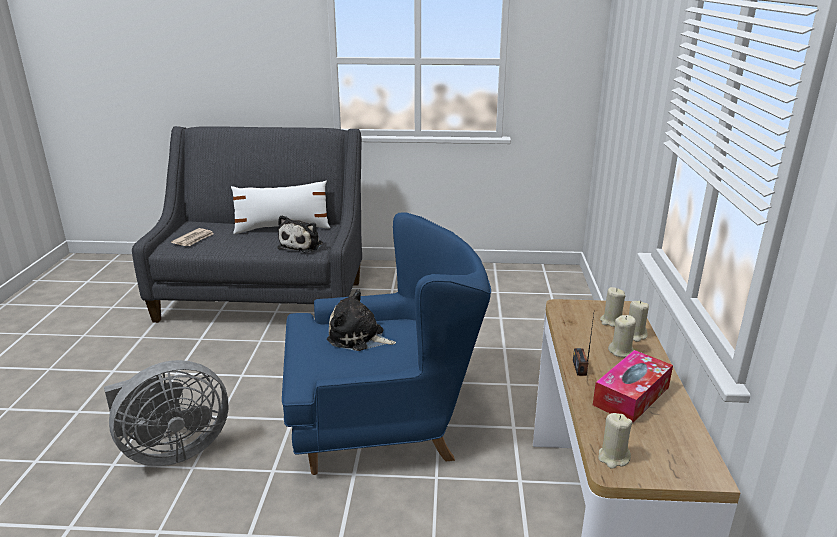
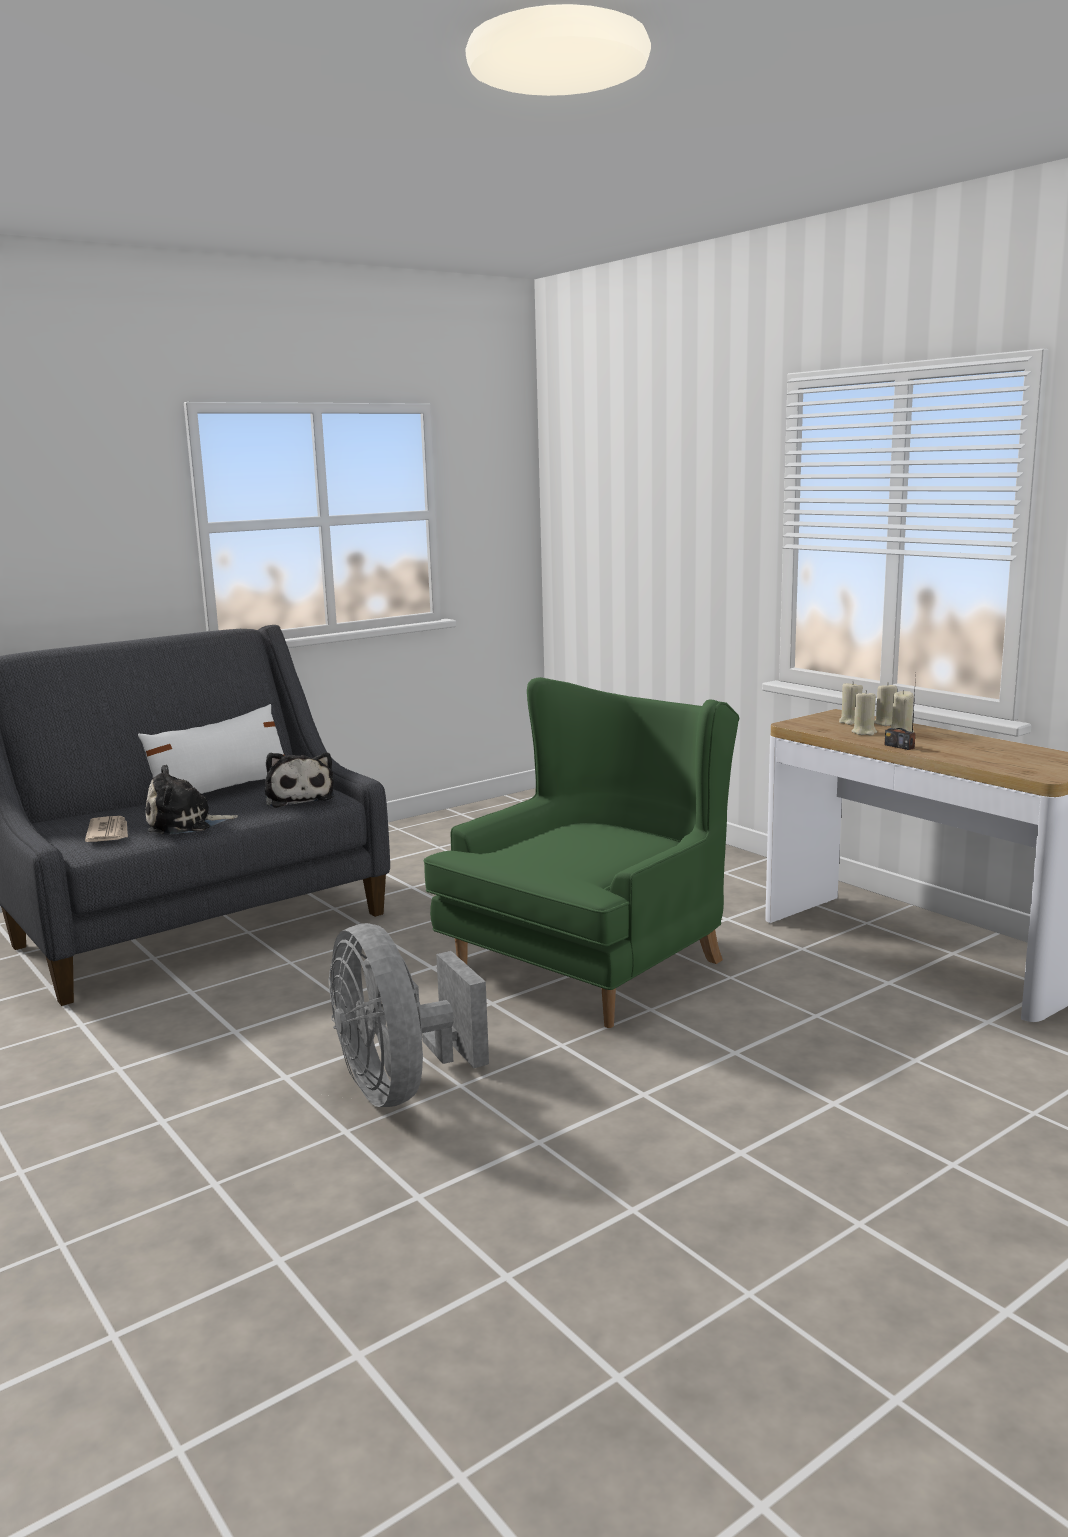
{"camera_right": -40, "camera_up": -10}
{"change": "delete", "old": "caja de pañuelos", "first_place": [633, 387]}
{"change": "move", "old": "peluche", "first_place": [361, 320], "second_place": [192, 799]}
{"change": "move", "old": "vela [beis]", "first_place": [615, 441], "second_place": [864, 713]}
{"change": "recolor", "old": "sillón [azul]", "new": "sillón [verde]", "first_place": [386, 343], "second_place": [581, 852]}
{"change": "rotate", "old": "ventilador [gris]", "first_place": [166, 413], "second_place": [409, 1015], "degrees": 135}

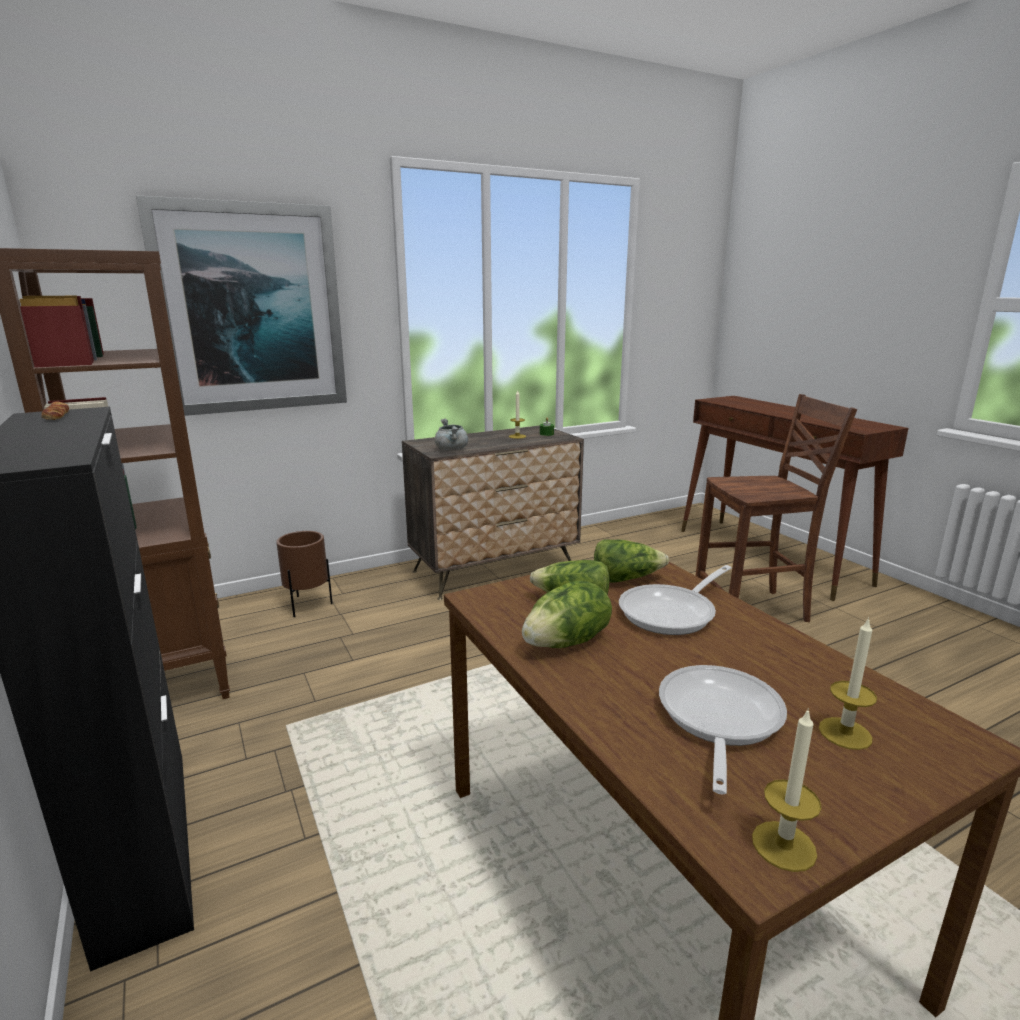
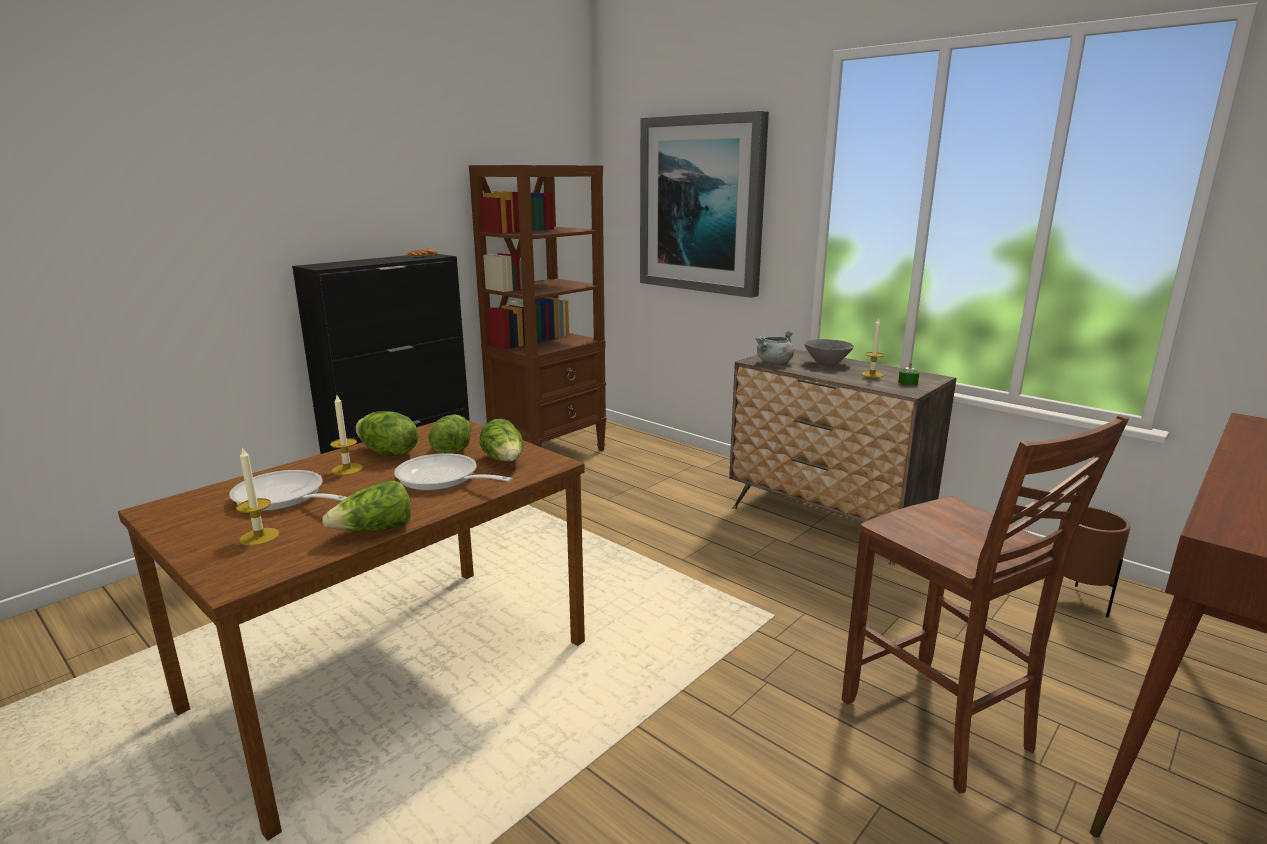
{"camera_right": 70, "camera_up": 0}
{"change": "insert", "new": "lechuga", "second_place": [366, 506]}
{"change": "insert", "new": "cuenco [gris]", "second_place": [829, 352]}
{"change": "move", "old": "maceta [marrón]", "first_place": [304, 574], "second_place": [1095, 562]}
{"change": "move", "old": "vela", "first_place": [787, 790], "second_place": [346, 435]}
{"change": "rotate", "old": "sartén", "first_place": [723, 729], "second_place": [288, 490], "degrees": -150}

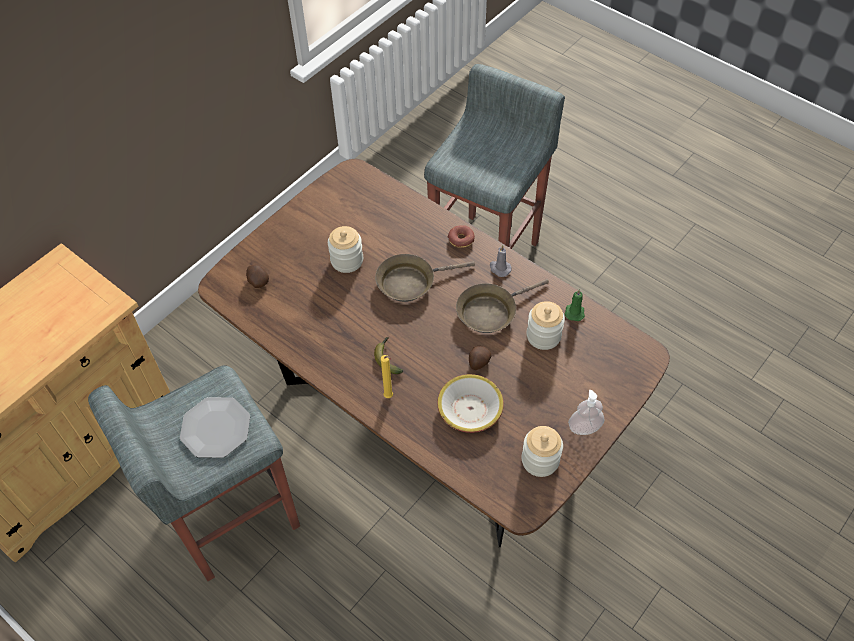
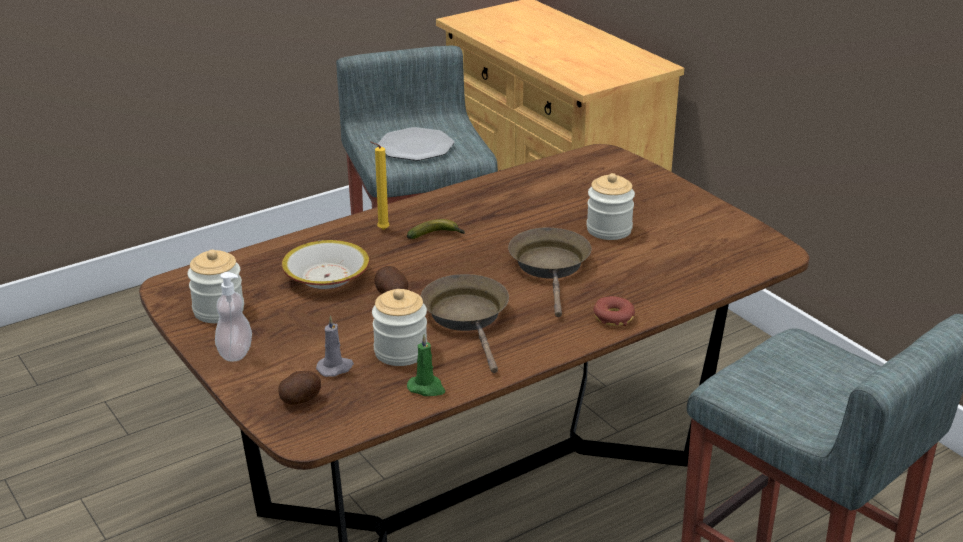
{"camera_right": 105, "camera_up": -25}
{"change": "move", "old": "patata", "first_place": [257, 276], "second_place": [299, 387]}
{"change": "move", "old": "vela [gris]", "first_place": [501, 261], "second_place": [335, 346]}

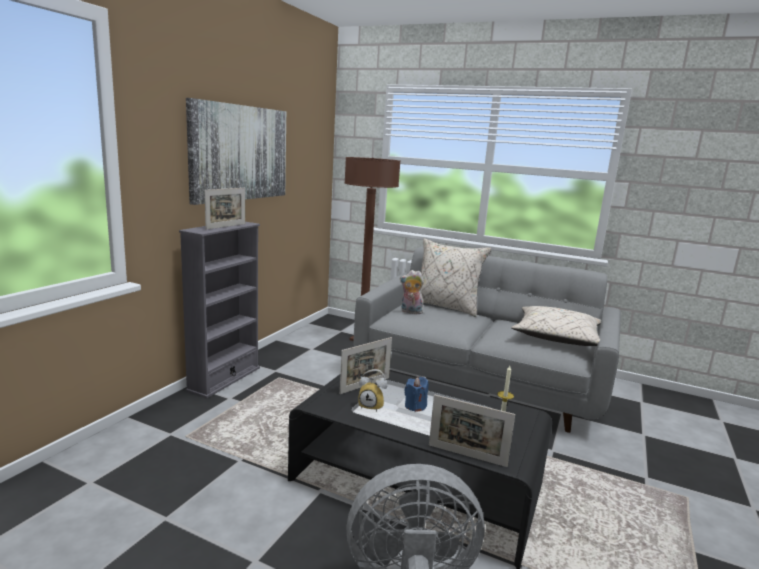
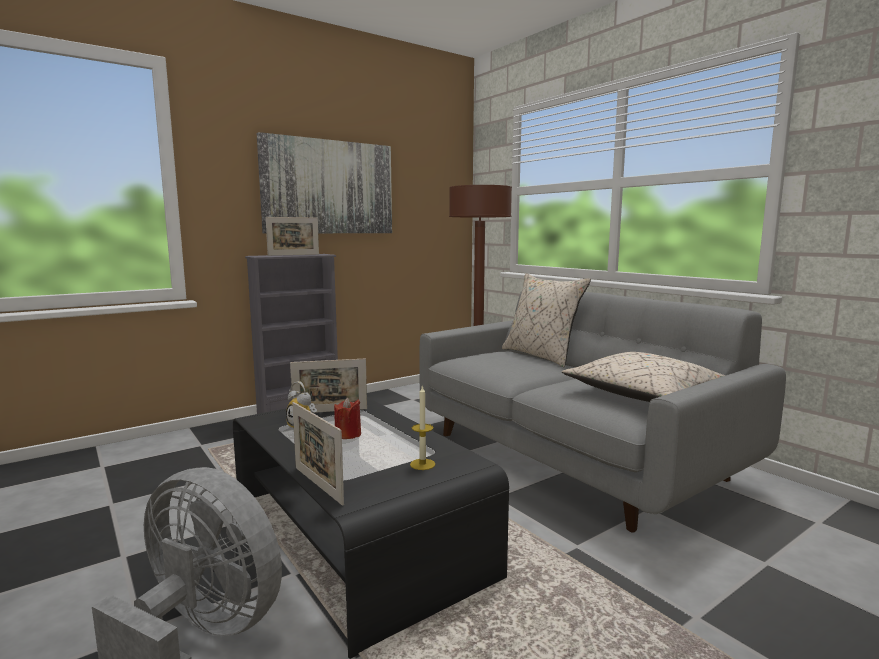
{"camera_right": 30, "camera_up": -5}
{"change": "delete", "old": "peluche", "first_place": [412, 292]}
{"change": "recolor", "old": "vela [azul]", "new": "vela [rojo]", "first_place": [416, 394], "second_place": [347, 418]}

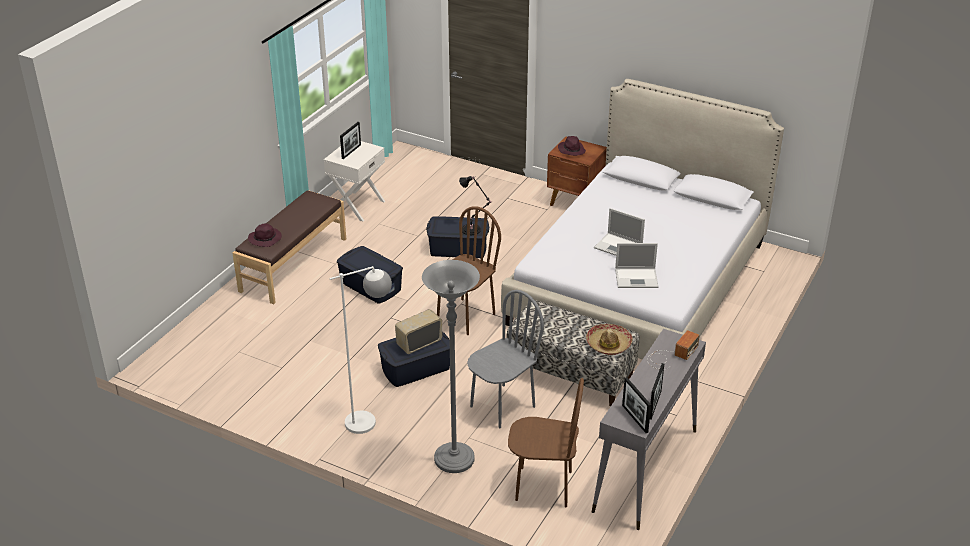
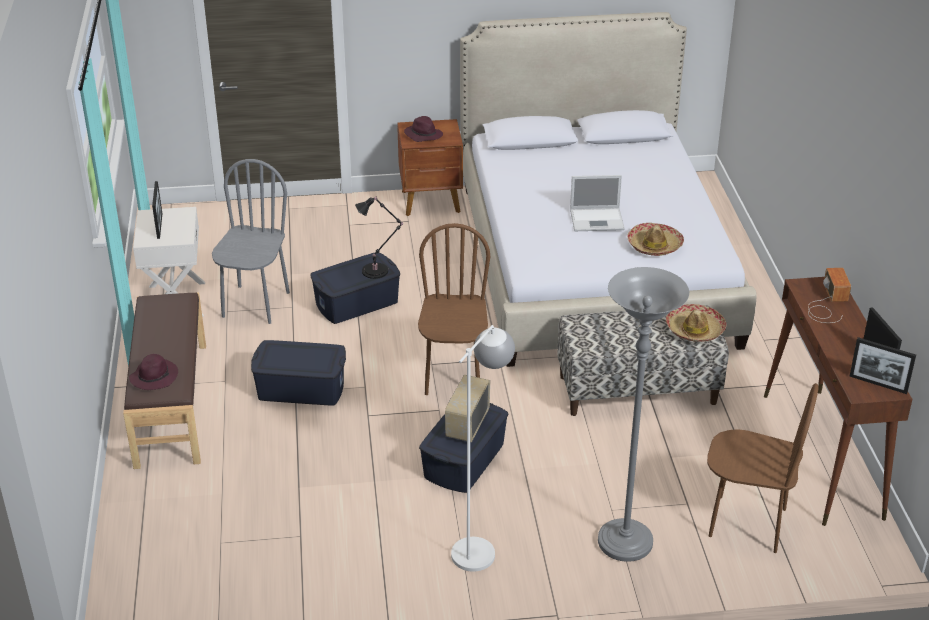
{"camera_right": -35, "camera_up": 0}
{"change": "move", "old": "silla [gris]", "first_place": [505, 359], "second_place": [251, 241]}
{"change": "replace", "old": "portátil", "new": "sombrero", "first_place": [636, 265], "second_place": [655, 239]}
{"change": "recolor", "old": "mesa consola [gris]", "new": "mesa consola [marrón]", "first_place": [649, 429], "second_place": [838, 401]}
{"change": "rotate", "old": "silla [marrón]", "first_place": [546, 442], "second_place": [763, 468], "degrees": 45}

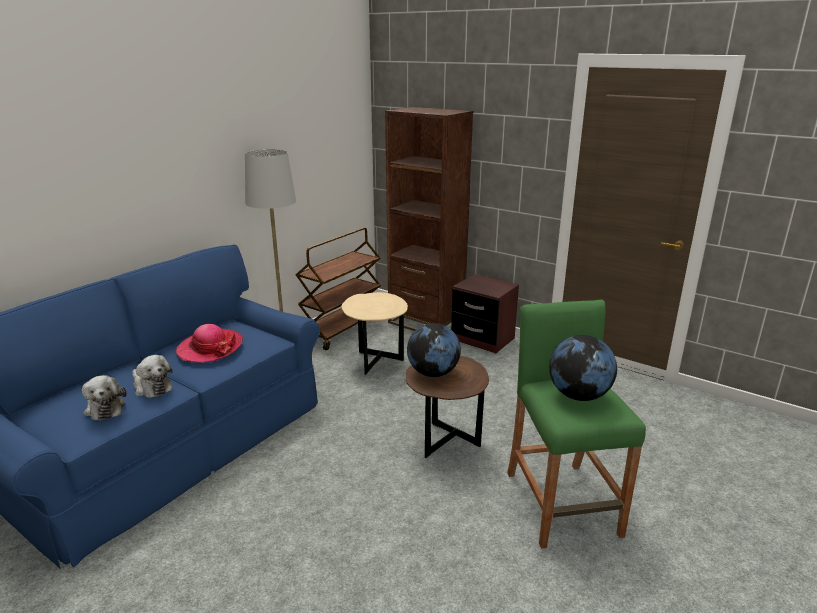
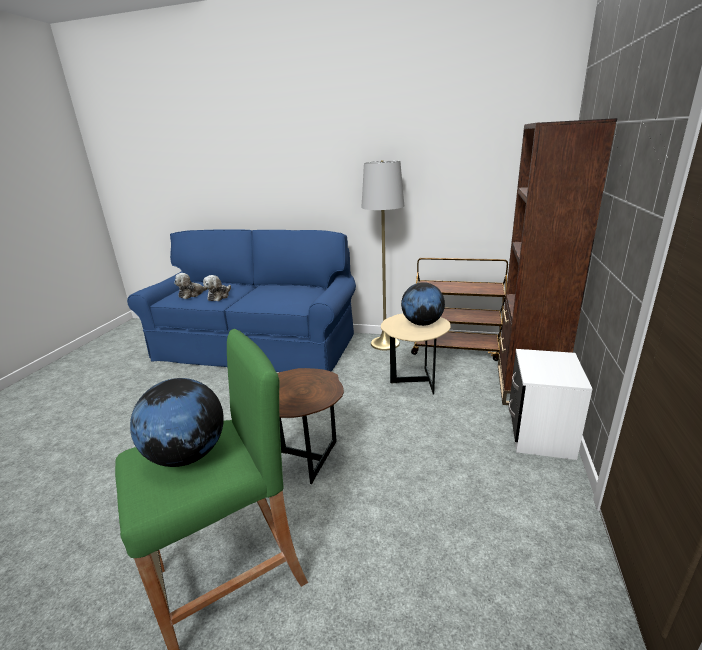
{"camera_right": 70, "camera_up": 0}
{"change": "delete", "old": "sombrero", "first_place": [209, 343]}
{"change": "move", "old": "globo terráqueo", "first_place": [434, 350], "second_place": [423, 304]}
{"change": "recolor", "old": "mesita de noche [marrón]", "new": "mesita de noche [blanco]", "first_place": [485, 313], "second_place": [550, 404]}

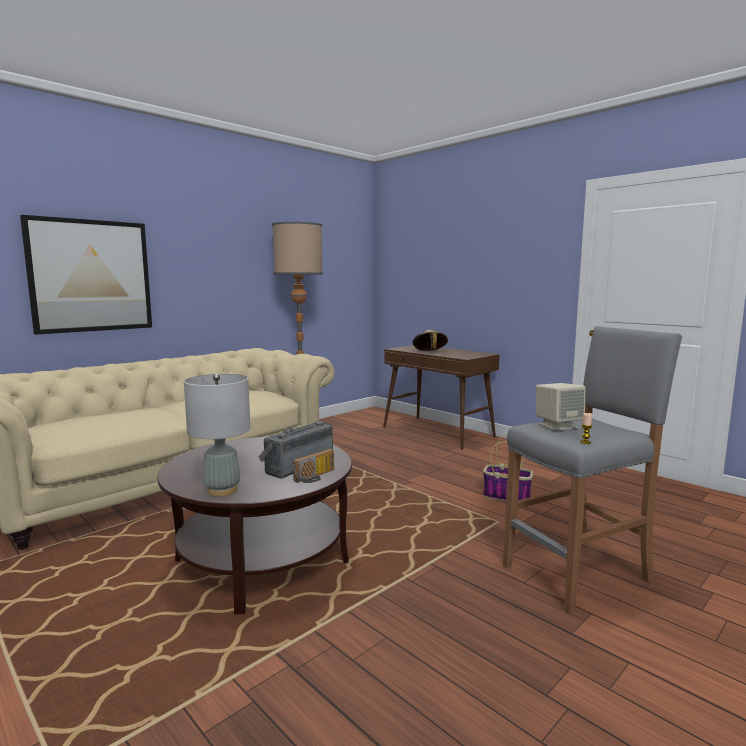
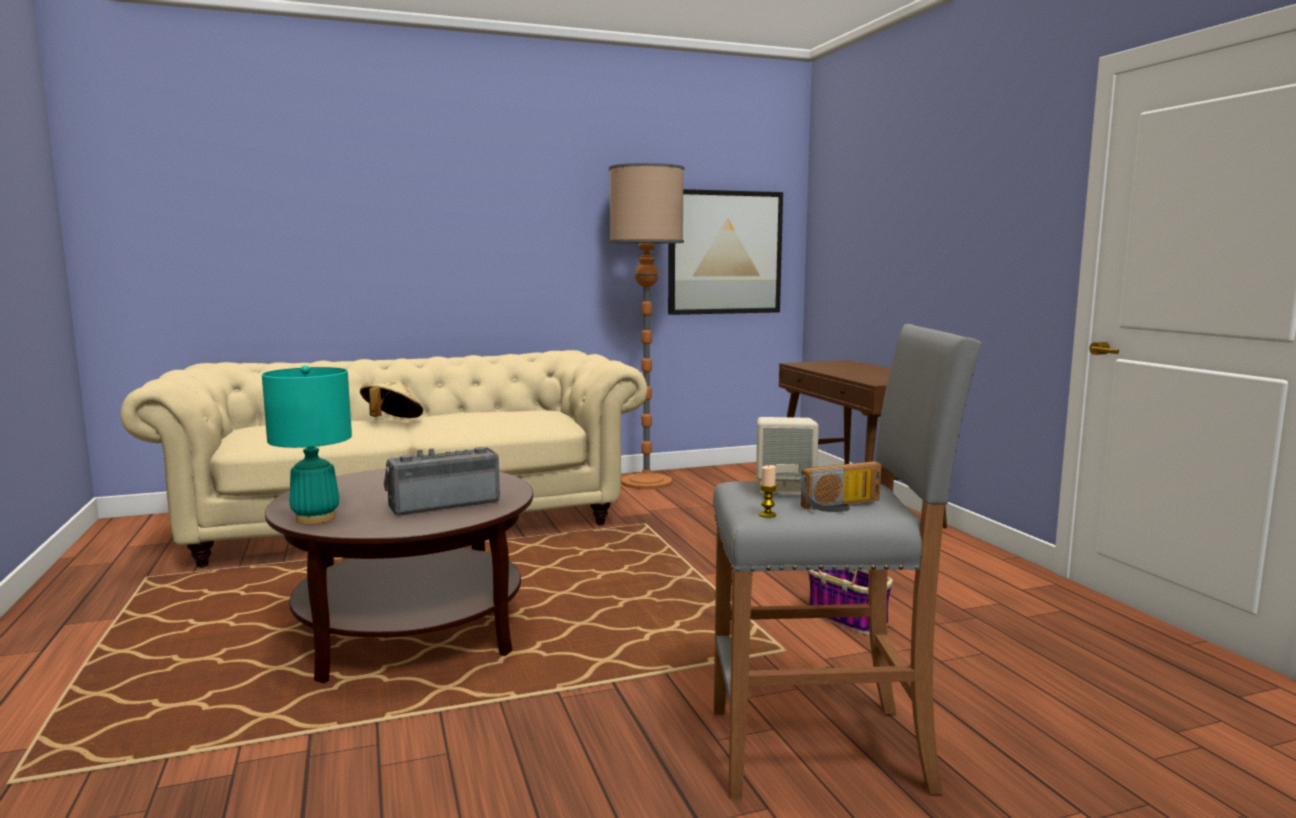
{"camera_right": 25, "camera_up": 0}
{"change": "move", "old": "cuadro", "first_place": [86, 275], "second_place": [725, 252]}
{"change": "move", "old": "radio", "first_place": [313, 466], "second_place": [840, 486]}
{"change": "move", "old": "sombrero [beis]", "first_place": [430, 340], "second_place": [391, 399]}
{"change": "recolor", "old": "lámpara de mesa [gris]", "new": "lámpara de mesa [turquesa]", "first_place": [217, 435], "second_place": [307, 444]}

